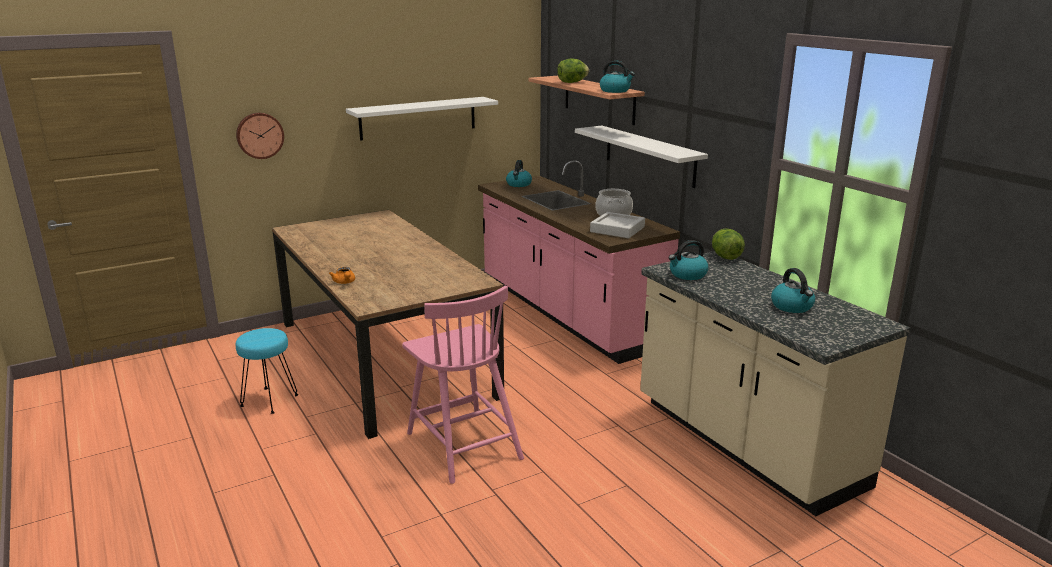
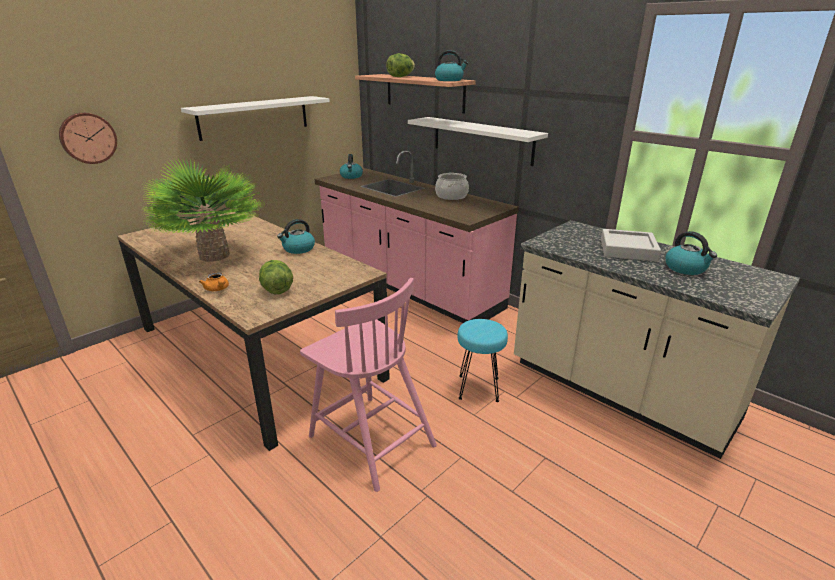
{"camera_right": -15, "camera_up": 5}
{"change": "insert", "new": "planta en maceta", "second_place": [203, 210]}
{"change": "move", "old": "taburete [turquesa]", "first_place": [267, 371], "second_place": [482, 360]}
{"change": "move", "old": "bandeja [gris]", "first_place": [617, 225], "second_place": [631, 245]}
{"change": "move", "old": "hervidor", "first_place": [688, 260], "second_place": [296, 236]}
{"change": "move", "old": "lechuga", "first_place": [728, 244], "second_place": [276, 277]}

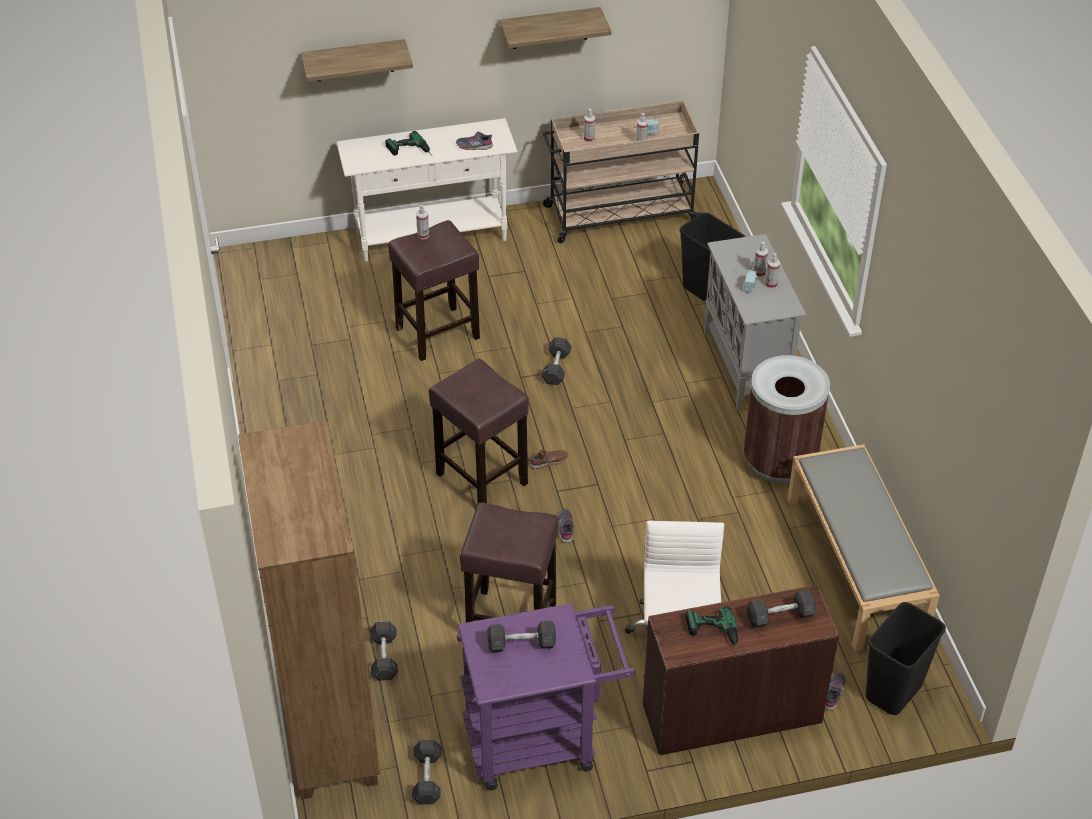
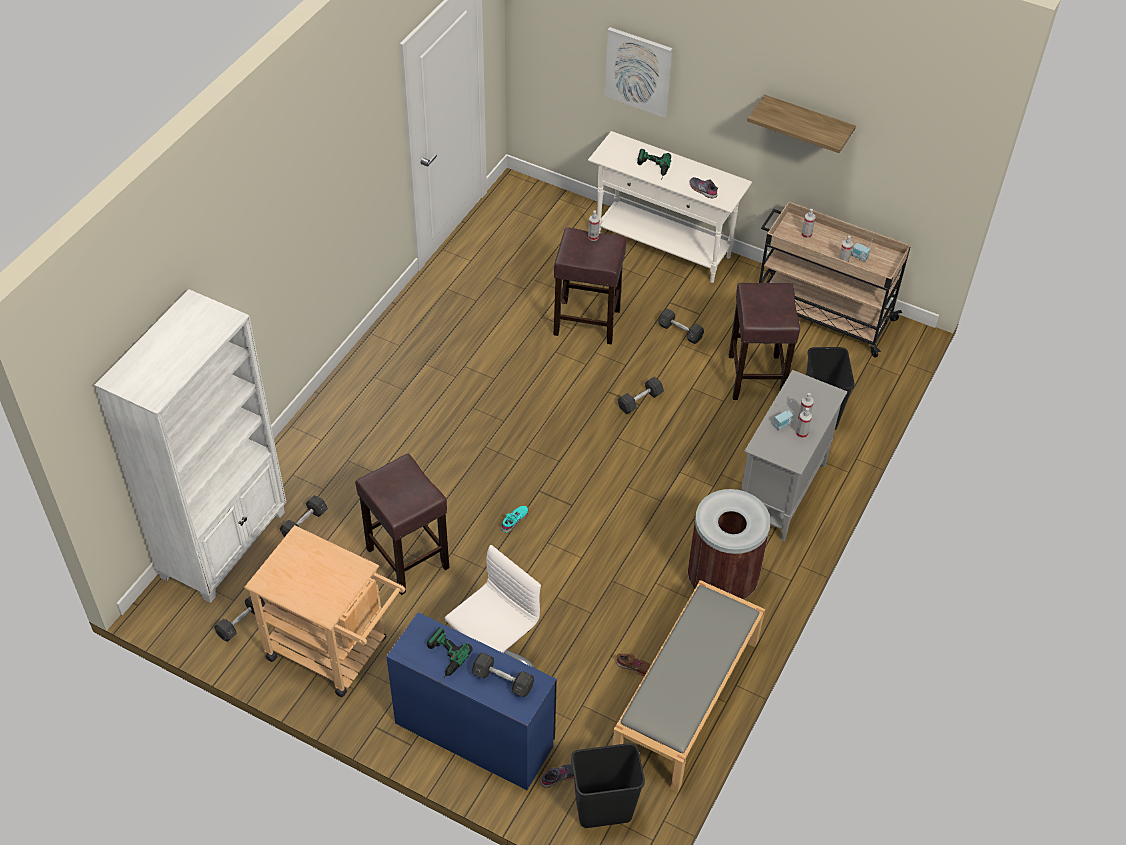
{"camera_right": 40, "camera_up": 5}
{"change": "move", "old": "taburete [marrón]", "first_place": [479, 431], "second_place": [764, 341]}
{"change": "move", "old": "mancuerna [gris]", "first_place": [521, 636], "second_place": [681, 326]}
{"change": "move", "old": "zapato [marrón]", "first_place": [549, 459], "second_place": [633, 664]}
{"change": "replace", "old": "estante", "new": "cuadro", "first_place": [357, 60], "second_place": [639, 72]}
{"change": "recolor", "old": "estantería [marrón]", "new": "estantería [blanco]", "first_place": [309, 610], "second_place": [190, 446]}
{"change": "recolor", "old": "carrito [morado]", "new": "carrito [beis]", "first_place": [546, 696], "second_place": [324, 611]}
{"change": "recolor", "old": "zapato [gris]", "new": "zapato [turquesa]", "first_place": [565, 526], "second_place": [515, 519]}
{"change": "recolor", "old": "escritorio [marrón]", "new": "escritorio [azul]", "first_place": [741, 670], "second_place": [471, 701]}

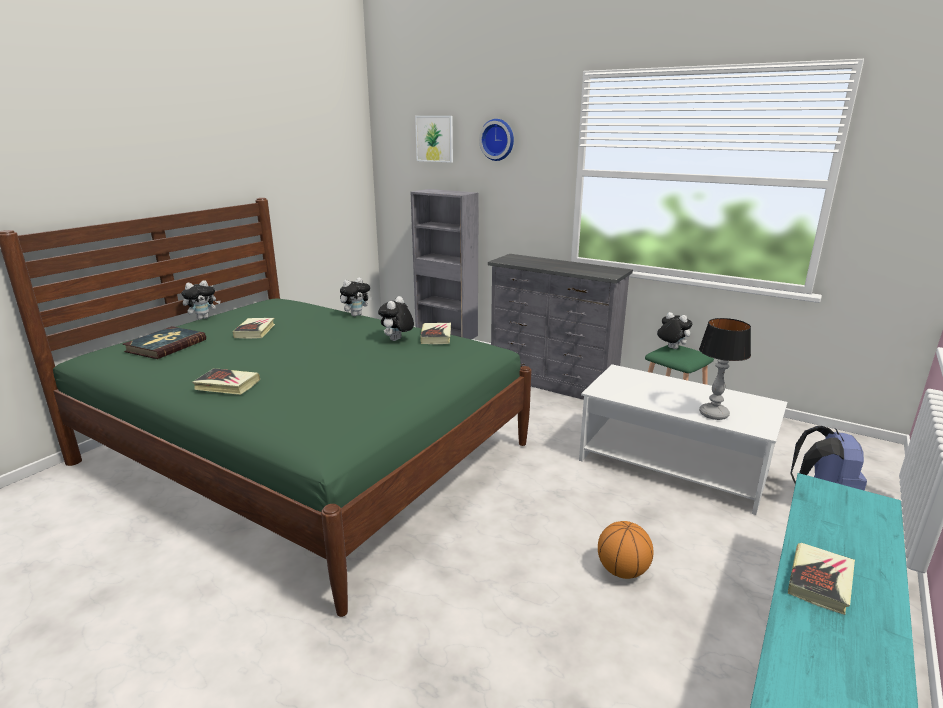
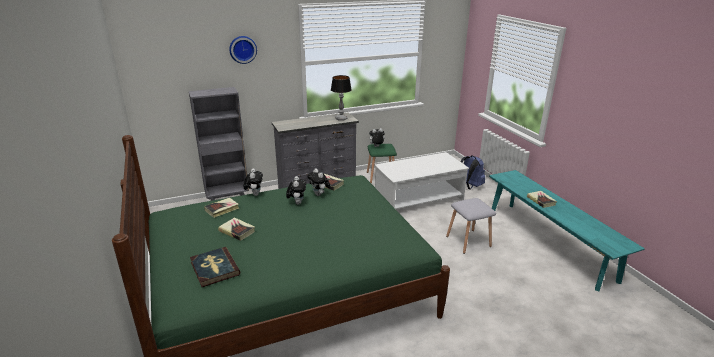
{"camera_right": -55, "camera_up": 5}
{"change": "delete", "old": "cuadro", "first_place": [434, 139]}
{"change": "move", "old": "peluche", "first_place": [201, 300], "second_place": [296, 190]}
{"change": "move", "old": "libro", "first_place": [226, 381], "second_place": [221, 208]}
{"change": "move", "old": "lámpara de mesa", "first_place": [725, 369], "second_place": [341, 98]}
{"change": "replace", "old": "balón de baloncesto", "new": "taburete [gris]", "first_place": [626, 550], "second_place": [471, 226]}

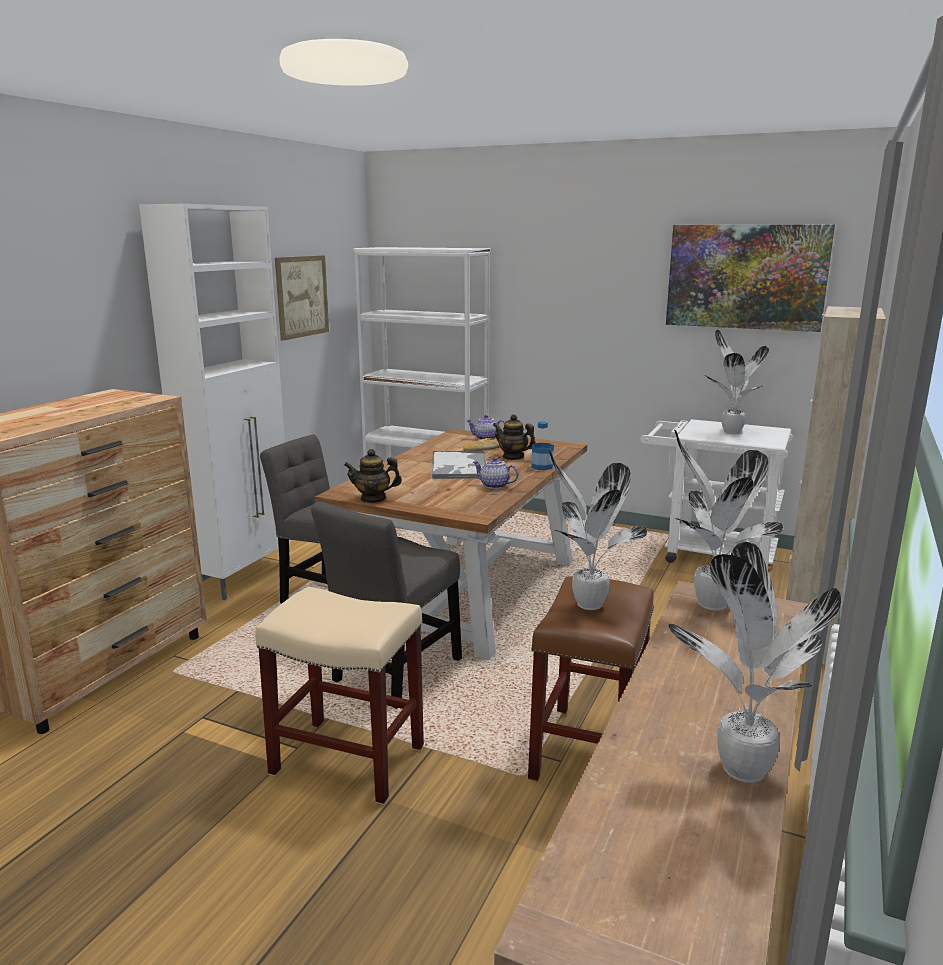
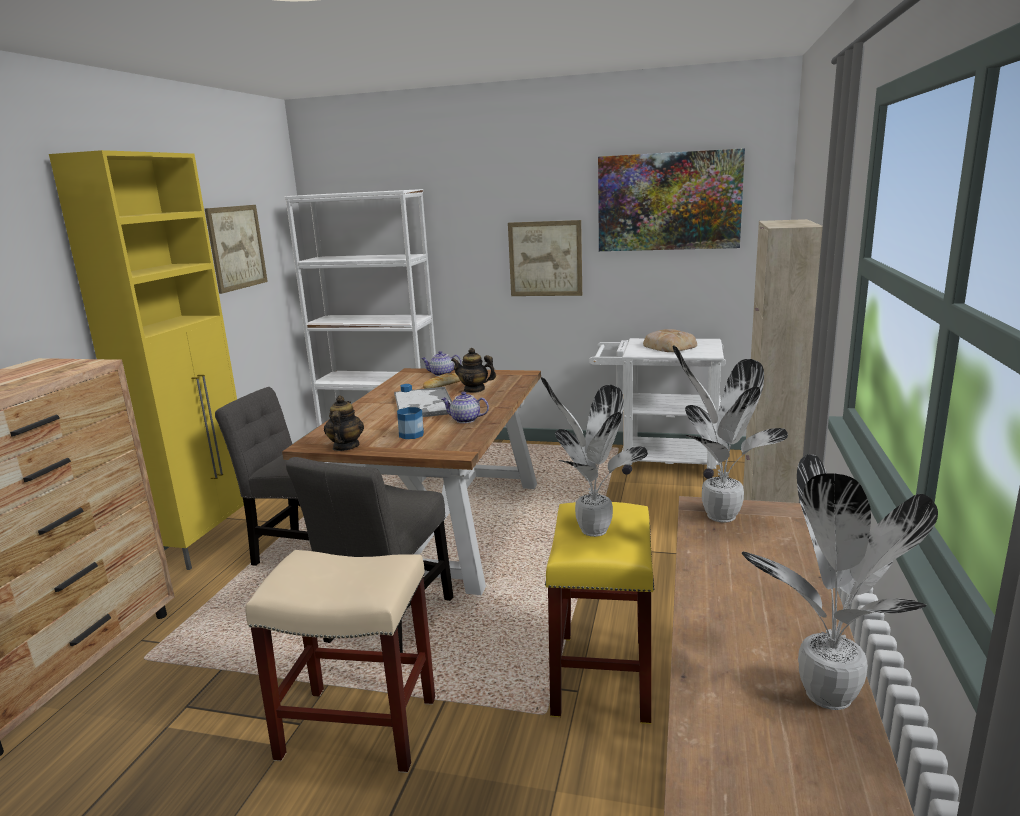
{"camera_right": -10, "camera_up": 0}
{"change": "insert", "new": "cuadro", "second_place": [545, 258]}
{"change": "move", "old": "botella", "first_place": [542, 445], "second_place": [410, 411]}
{"change": "replace", "old": "planta en maceta", "new": "pan", "first_place": [737, 382], "second_place": [670, 340]}
{"change": "recolor", "old": "armario [blanco]", "new": "armario [amarillo]", "first_place": [216, 402], "second_place": [146, 360]}
{"change": "recolor", "old": "taburete [marrón]", "new": "taburete [amarillo]", "first_place": [591, 678], "second_place": [599, 613]}
{"change": "rotate", "old": "tetera", "first_place": [373, 476], "second_place": [344, 423], "degrees": 105}

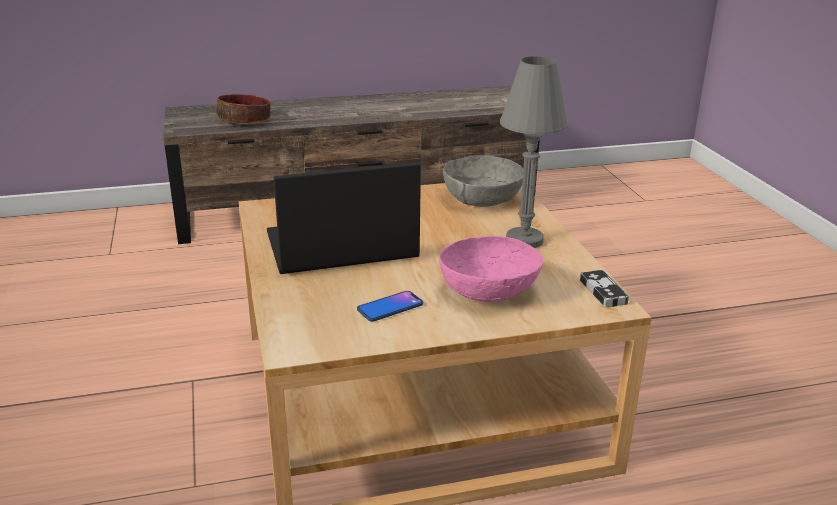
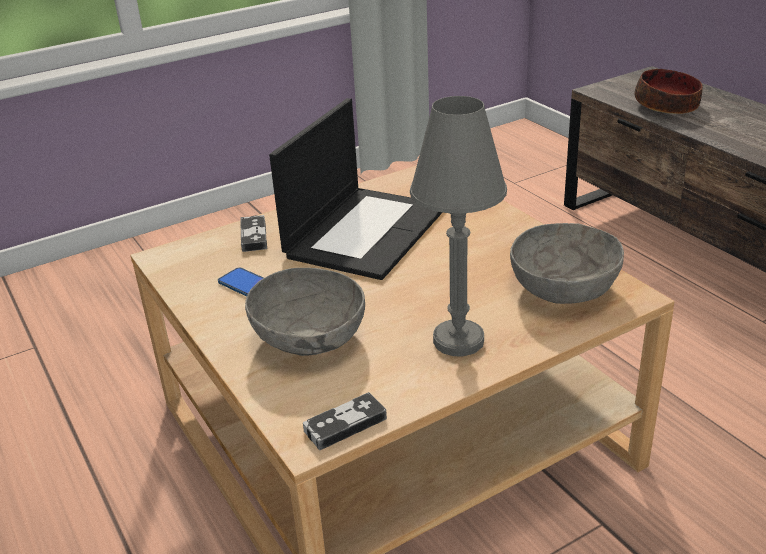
{"camera_right": 75, "camera_up": 5}
{"change": "insert", "new": "mando de consola", "second_place": [253, 233]}
{"change": "recolor", "old": "cuenco [rosa]", "new": "cuenco [gris]", "first_place": [491, 269], "second_place": [305, 312]}
{"change": "rotate", "old": "portátil", "first_place": [344, 218], "second_place": [356, 189], "degrees": 60}

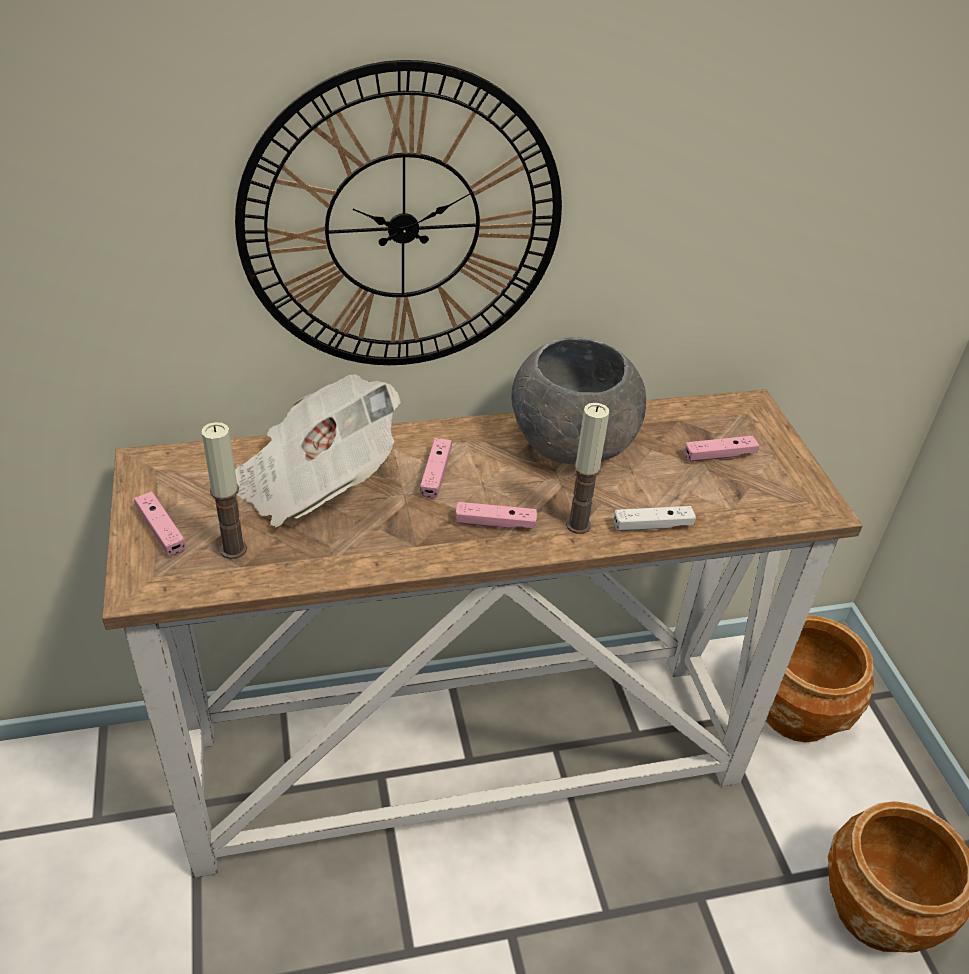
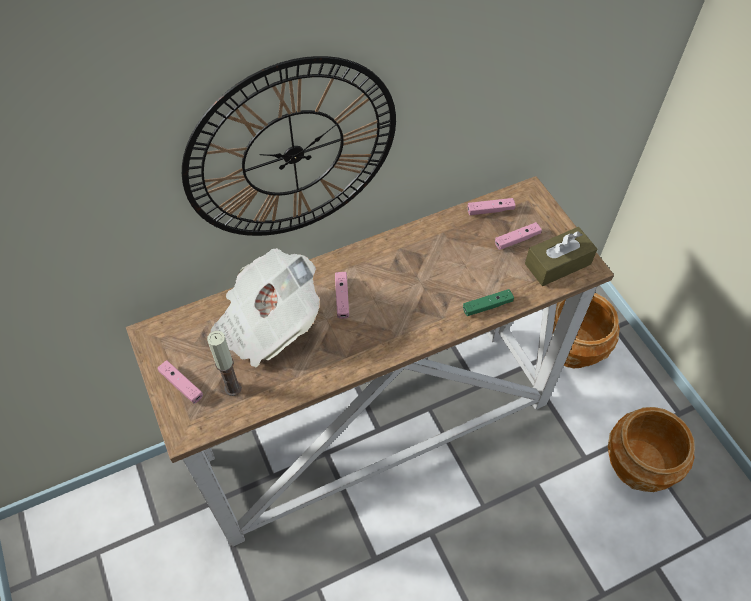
{"camera_right": -10, "camera_up": 15}
{"change": "delete", "old": "cuenco [gris]", "first_place": [578, 400]}
{"change": "delete", "old": "vela", "first_place": [587, 468]}
{"change": "insert", "new": "caja de pañuelos [marrón]", "second_place": [561, 256]}
{"change": "move", "old": "mando de consola [rosa]", "first_place": [496, 515], "second_place": [492, 206]}
{"change": "recolor", "old": "mando de consola [blanco]", "new": "mando de consola [verde]", "first_place": [655, 518], "second_place": [488, 302]}

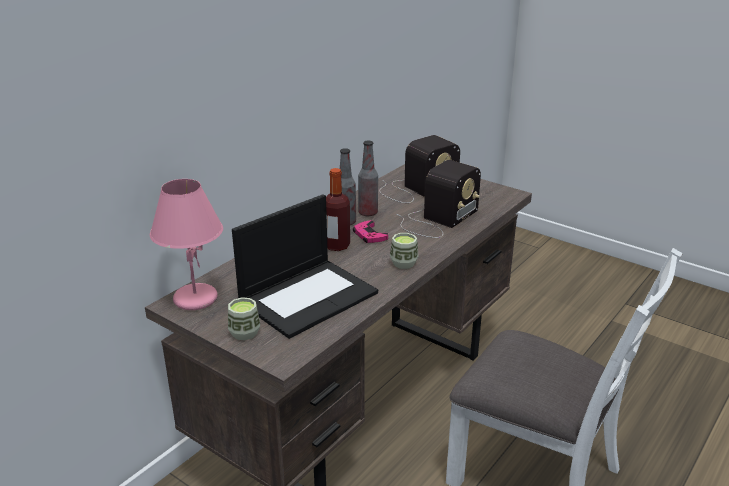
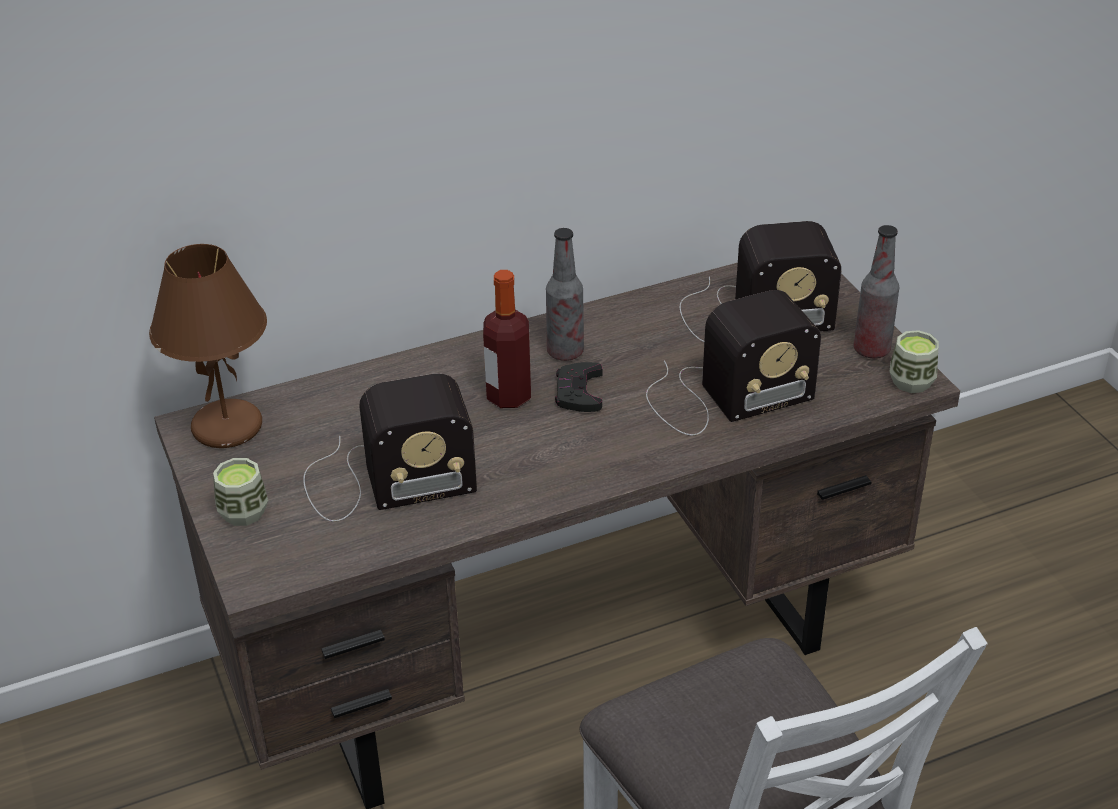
{"camera_right": 30, "camera_up": 10}
{"change": "move", "old": "botella", "first_place": [368, 178], "second_place": [876, 291]}
{"change": "move", "old": "taza", "first_place": [404, 251], "second_place": [914, 361]}
{"change": "replace", "old": "portátil", "new": "radio", "first_place": [305, 266], "second_place": [390, 447]}
{"change": "recolor", "old": "lámpara de mesa [rosa]", "new": "lámpara de mesa [marrón]", "first_place": [186, 244], "second_place": [208, 346]}
{"change": "recolor", "old": "mando de consola [rosa]", "new": "mando de consola [negro]", "first_place": [370, 231], "second_place": [578, 387]}

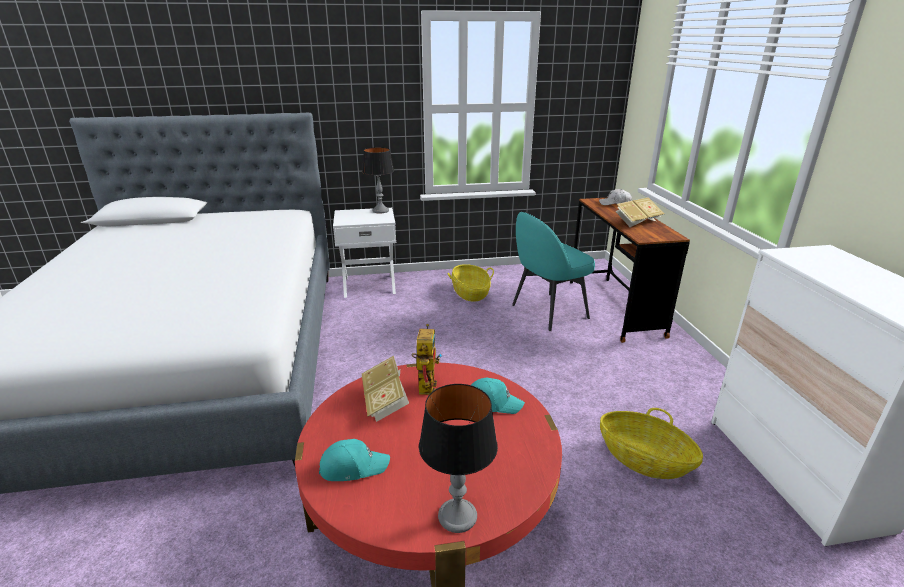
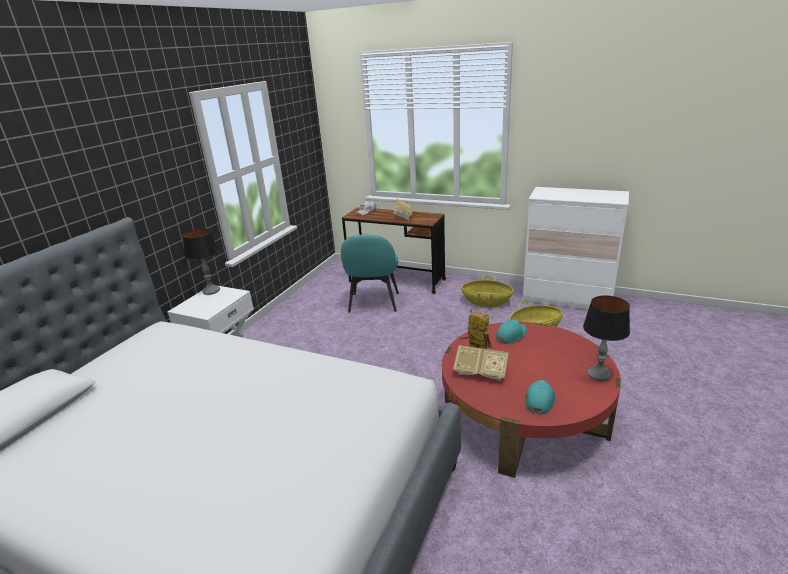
{"camera_right": -55, "camera_up": 0}
{"change": "move", "old": "cesta", "first_place": [471, 283], "second_place": [487, 292]}

